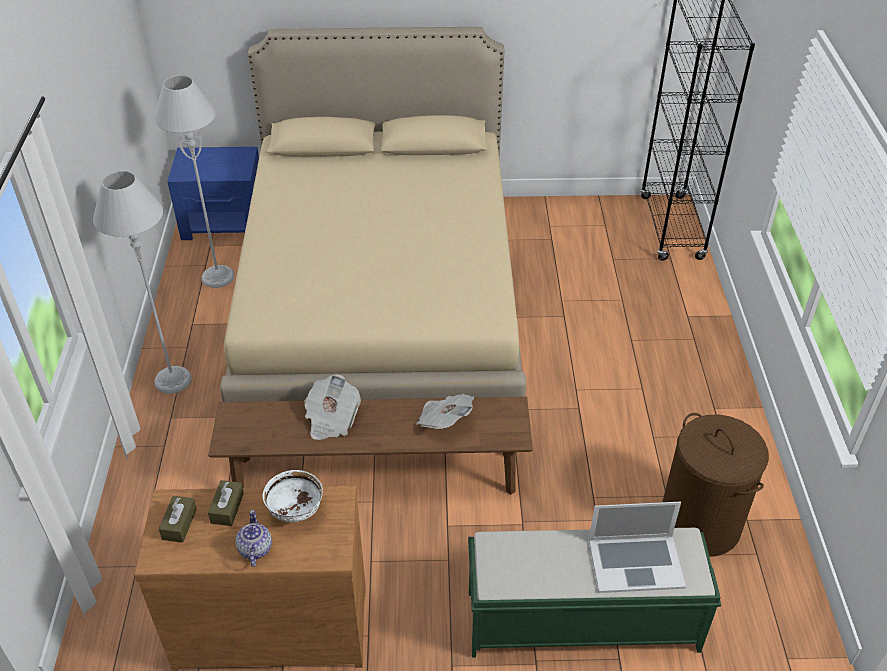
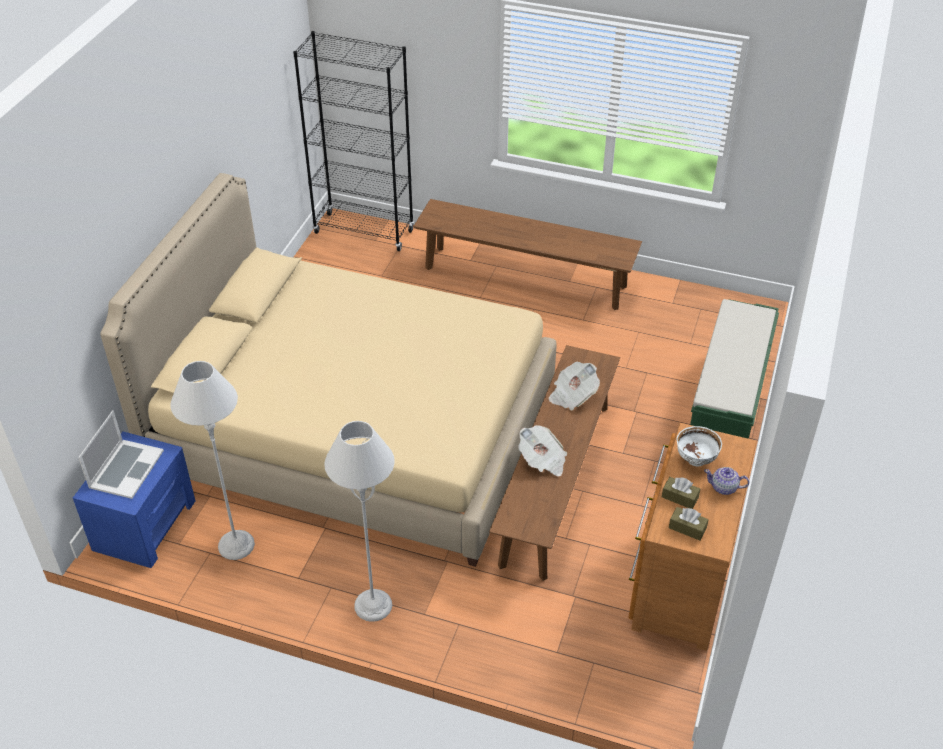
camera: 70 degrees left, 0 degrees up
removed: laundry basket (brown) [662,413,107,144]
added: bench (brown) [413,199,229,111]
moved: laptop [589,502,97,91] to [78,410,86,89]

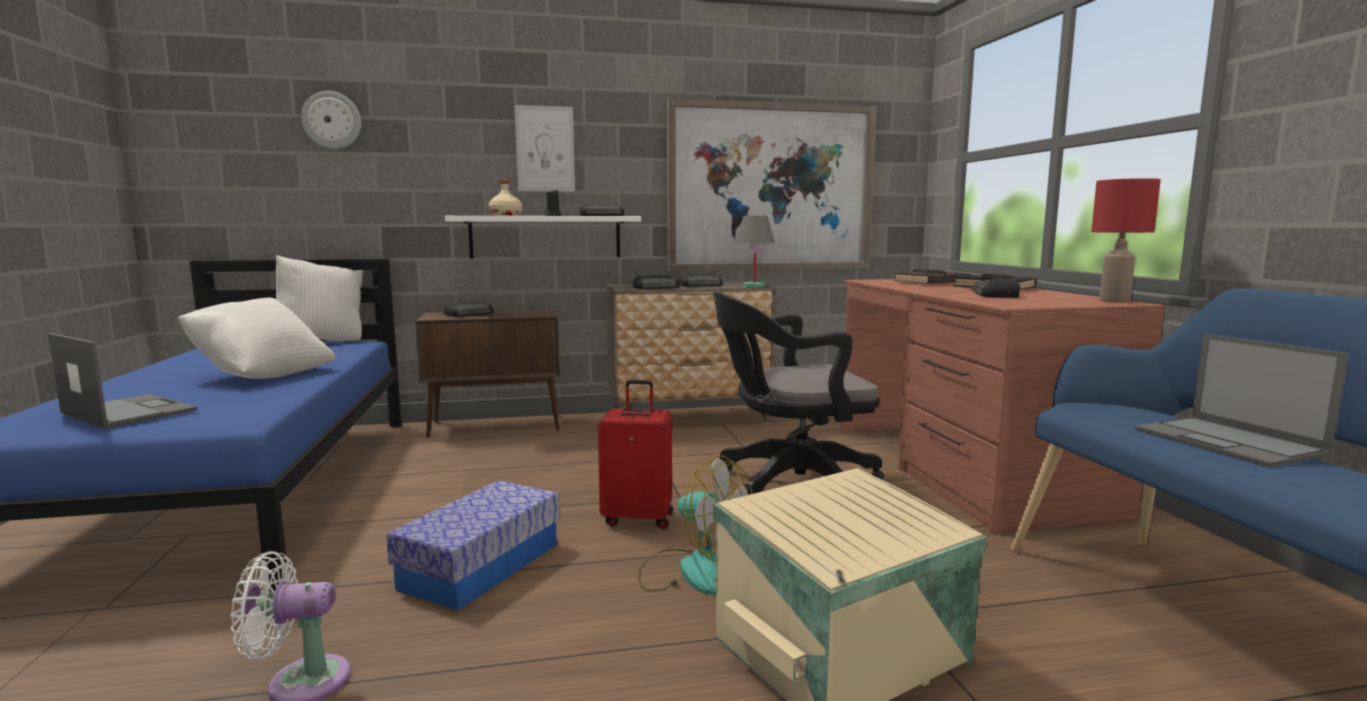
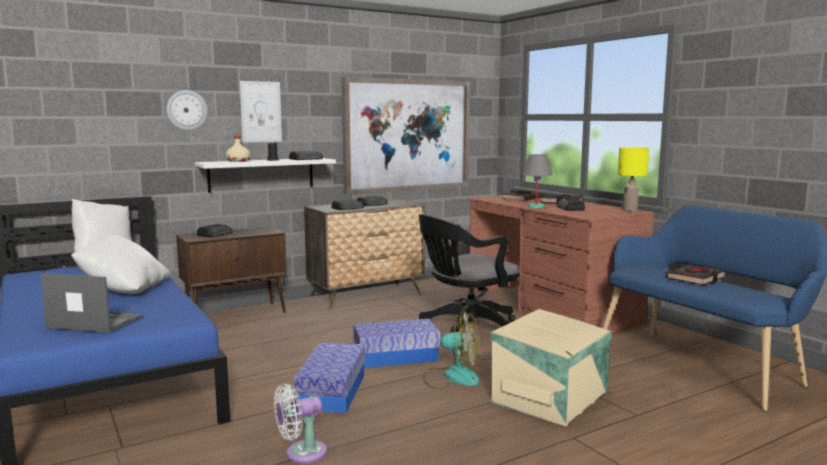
camera: 20 degrees left, 0 degrees up
moved: wall clock [301,91,60,58] to [166,90,42,41]; table lamp (grey) [735,216,40,71] to [522,154,30,54]
replaced: suitcase (red) [598,380,75,149] to storage box [353,319,88,49]; laptop [1135,334,214,133] to book (black) [665,264,60,21]
recoloured: table lamp (red) [1091,178,70,124] to table lamp (yellow) [618,147,31,65]

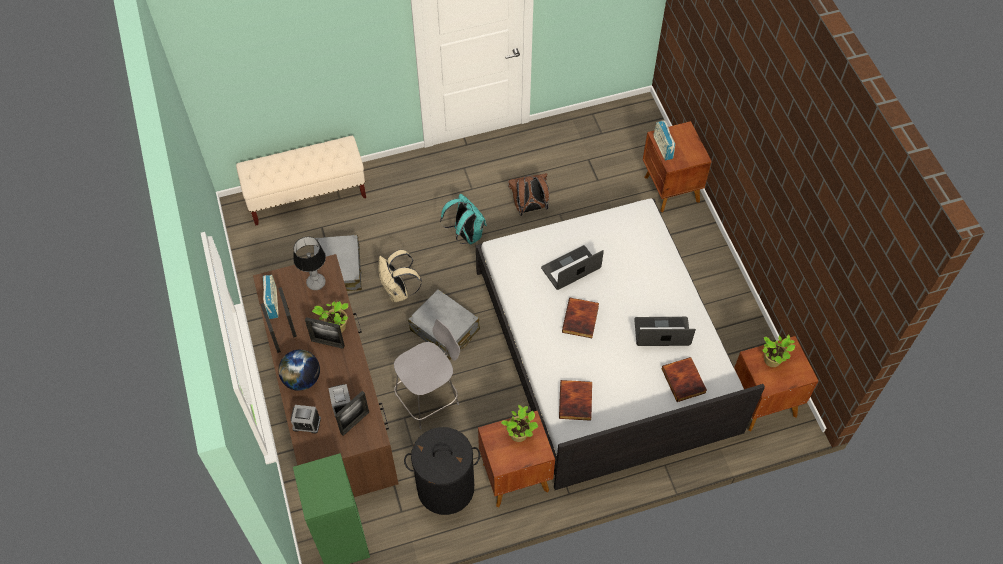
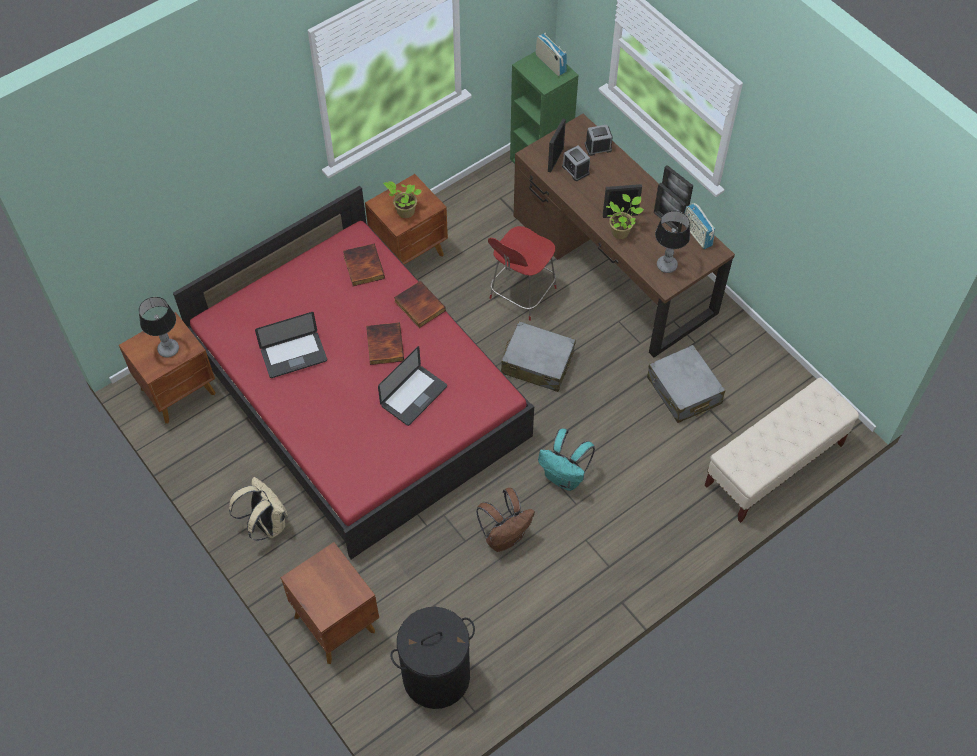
camera: 160 degrees right, 0 degrees up
removed: globe [278,350,42,41]
moved: backpack (beige) [378,250,44,52] to [229,477,59,64]; laundry basket (black) [404,427,76,88] to [390,607,85,102]; radio [653,120,22,40] to [535,33,32,43]; book [662,357,45,45] to [394,281,52,47]
replaced: potted plant [762,335,33,32] to table lamp [139,297,40,61]
recoloured: chair (grey) [394,319,66,110] to chair (red) [488,226,69,95]; bed (white) [476,198,289,292] to bed (red) [173,186,361,373]

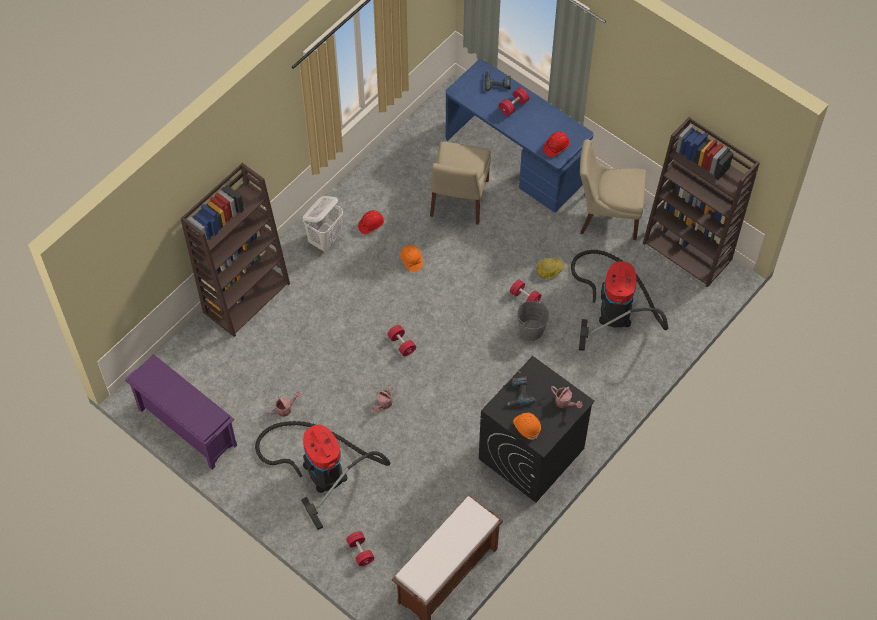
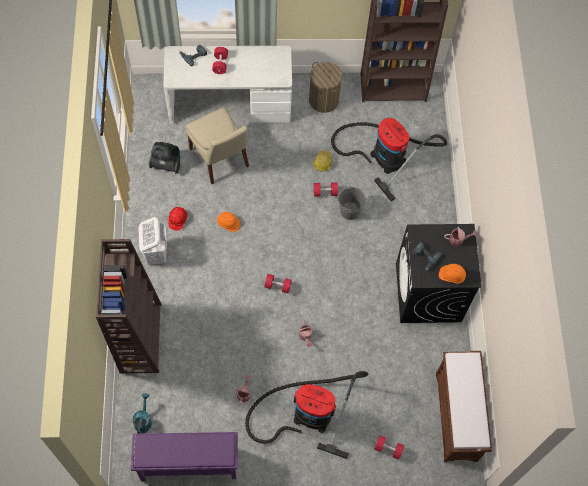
camera: 45 degrees left, 5 degrees up
removed: hard hat (red) [543,131,27,26]
added: watering can (turquoise) [132,393,20,41]; vacuum cleaner [149,142,31,32]
replaced: chair (beige) [580,139,66,101] to laundry basket [309,62,33,51]
recoloured: desk (blue) [446,59,148,153] to desk (white) [163,46,129,79]

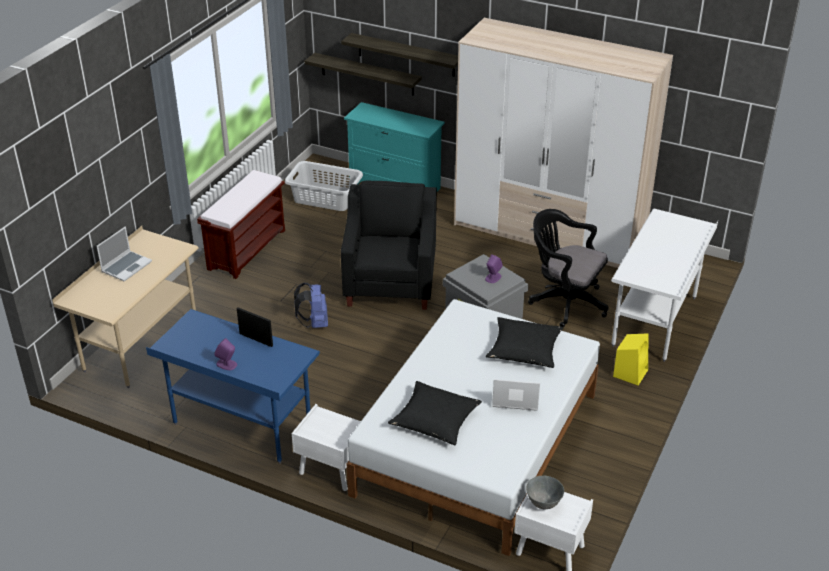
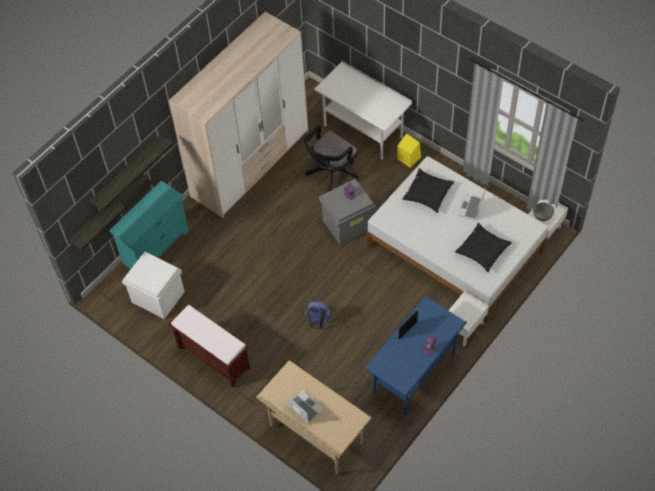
camera: 75 degrees left, 20 degrees up
removed: armchair (black) [341,181,96,129]
replaced: laundry basket (grey) [285,161,78,50] to storage box (white) [122,252,63,67]

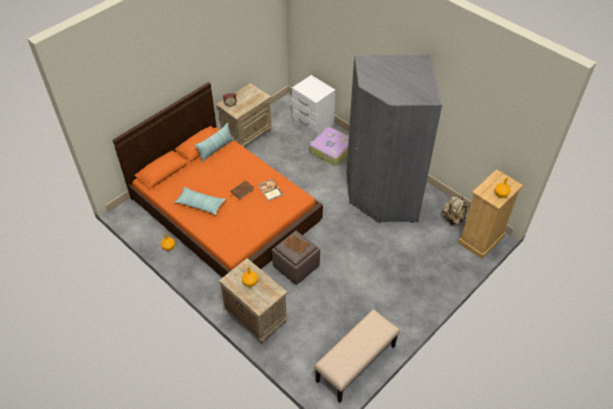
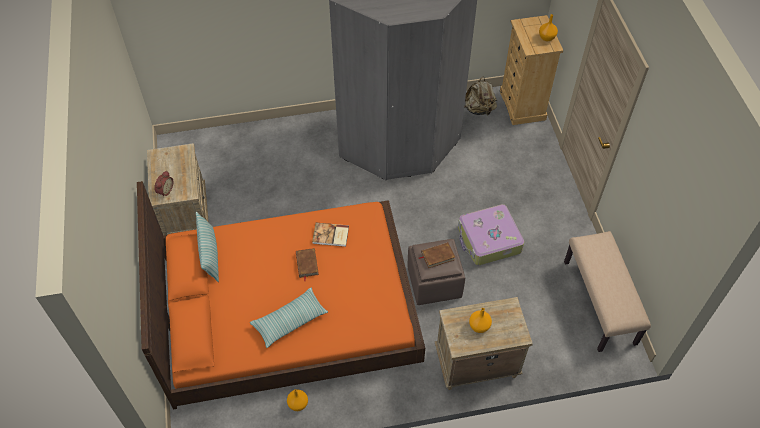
camera: 55 degrees left, 5 degrees up
removed: nightstand (white) [292,75,43,62]
moved: suitcase [310,127,39,39] to [458,204,66,61]

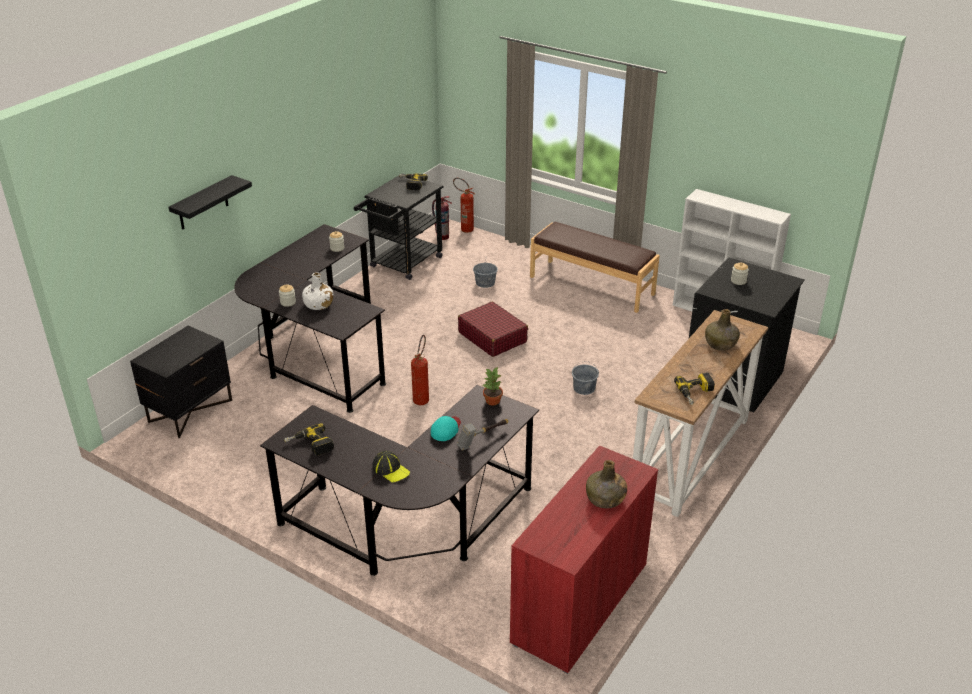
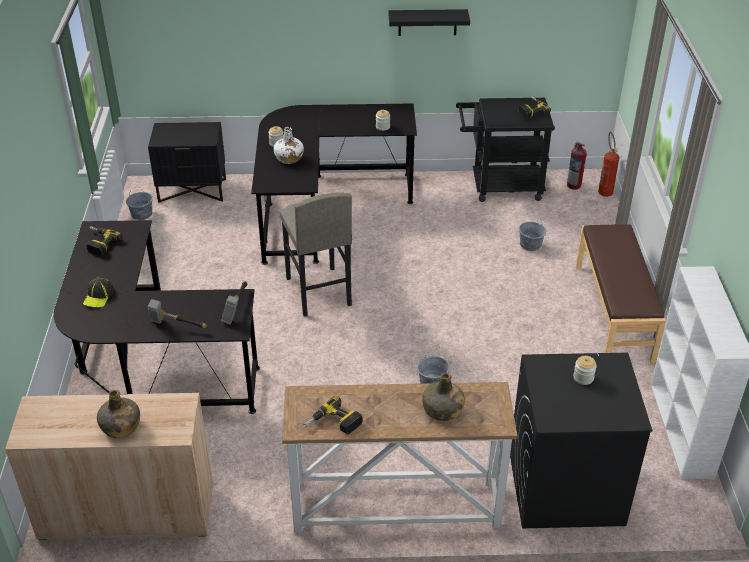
camera: 55 degrees right, 5 degrees up
removed: cap (turquoise) [431,416,30,25]; suitcase (red) [458,302,70,55]
added: bucket (grey) [126,188,27,32]
moved: shelf (black) [169,175,83,55] to [388,9,82,27]
replaced: fire extinguisher [411,335,18,70] to stool (grey) [280,193,72,124]; potted plant [483,367,20,38] to hammer [221,281,27,44]
recoloured: cabinet (red) [510,445,148,229] to cabinet (beige) [5,393,208,147]

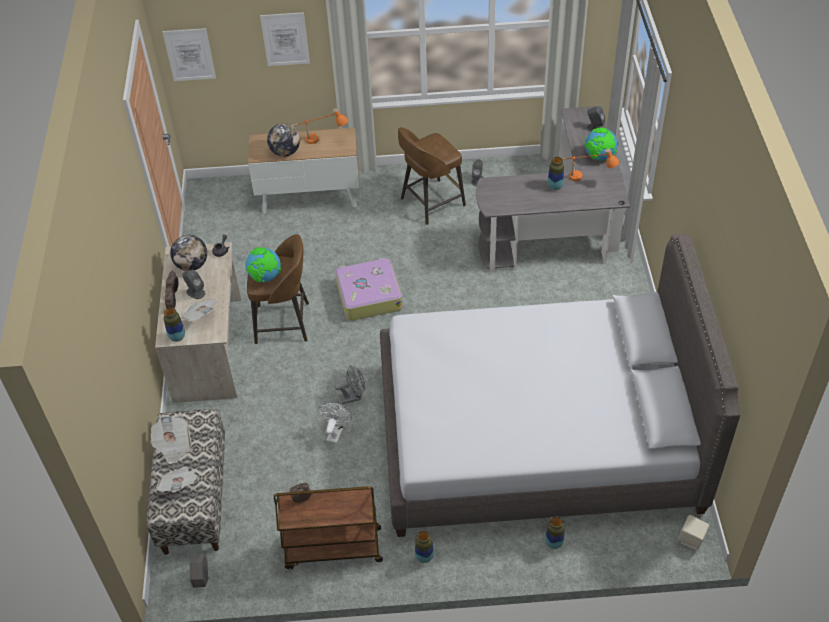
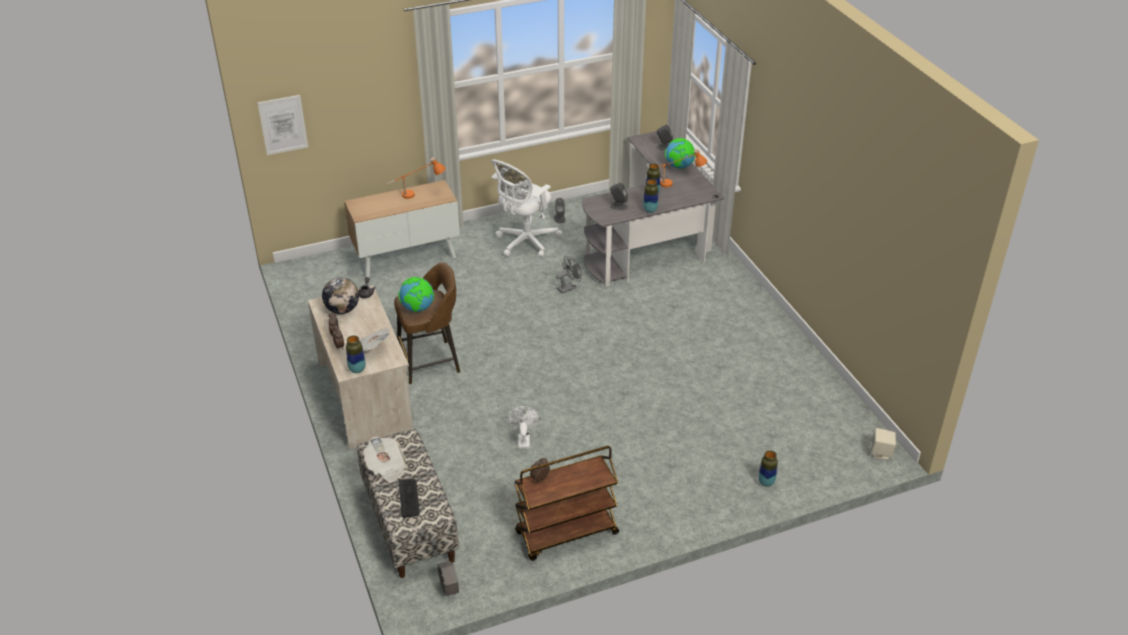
camera: 20 degrees left, 10 degrees down
removed: picture [260,12,50,54]; globe [267,123,33,34]; suitcase [335,258,68,63]; bed (grey) [380,234,361,303]
moved: speaker (grey) [182,270,24,29] to [610,183,18,27]; fan (grey) [335,365,30,39] to [556,256,26,38]; vase [415,531,19,32] to [643,179,15,34]
replaced: newspaper [156,466,42,26] to keyboard [399,479,21,39]; stool (brown) [398,127,68,98] to office chair (white) [491,160,72,97]

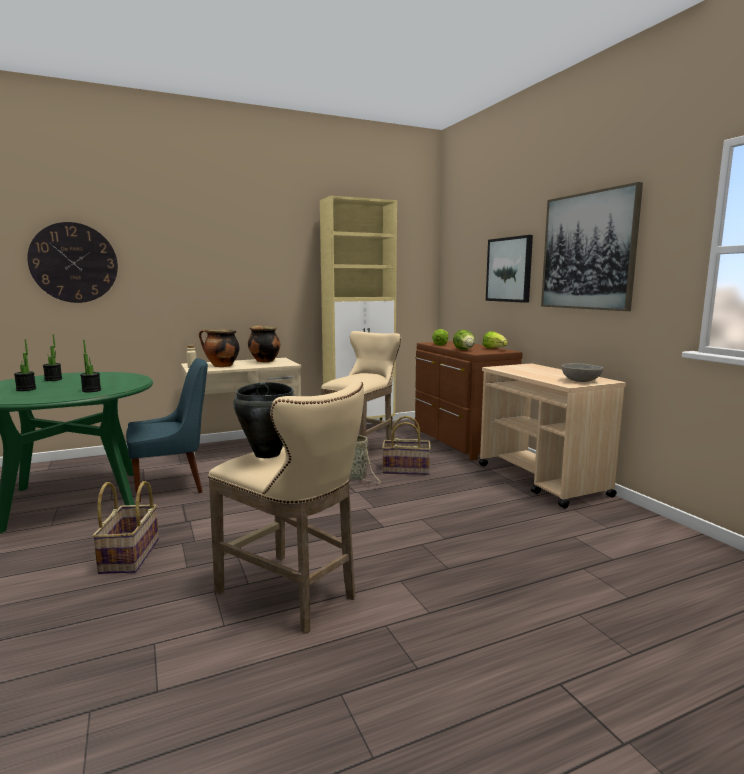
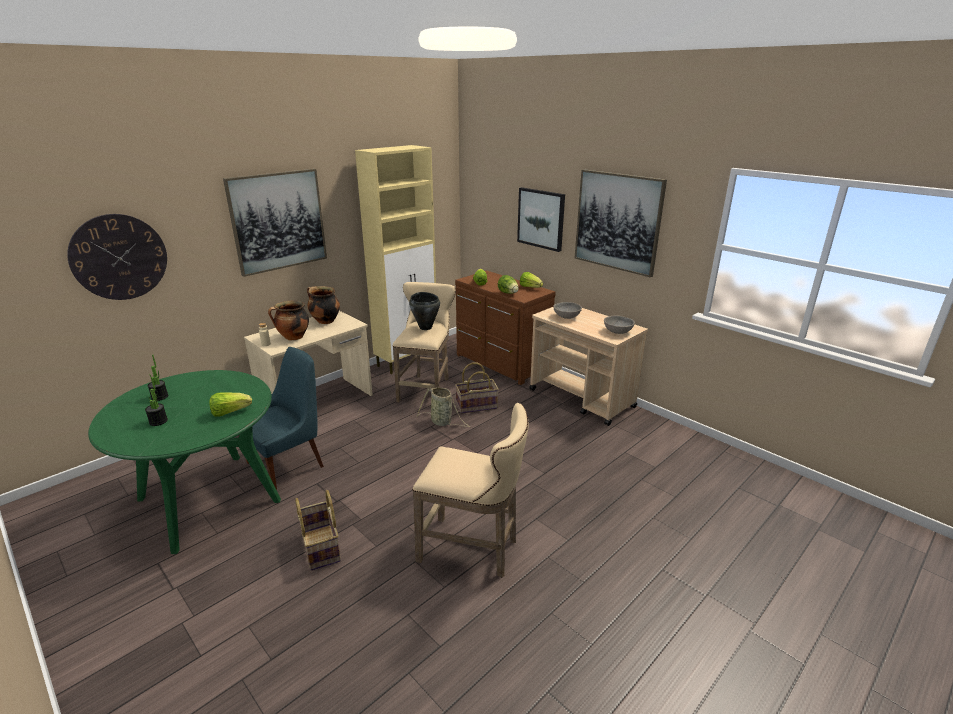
camera: 20 degrees left, 15 degrees up
added: picture [223,169,104,108]; bowl (grey) [553,302,29,17]
moved: cooking pot (black) [233,382,62,76] to [409,292,31,38]
replaced: potted plant [80,340,21,52] to lettuce [209,392,43,25]

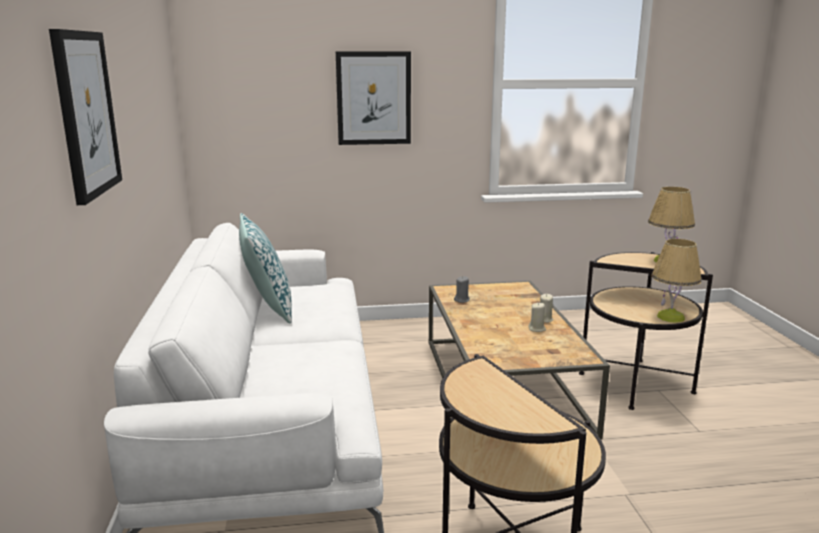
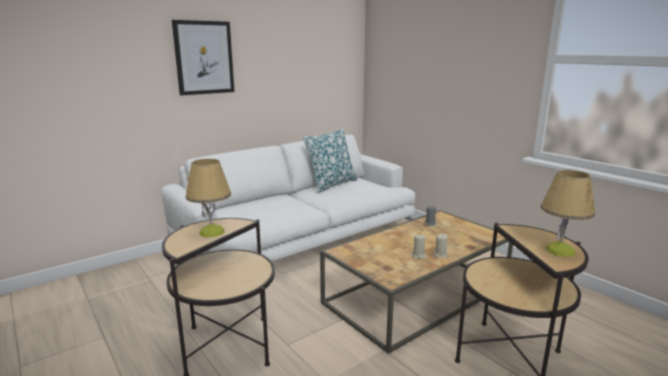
camera: 60 degrees right, 0 degrees up
removed: picture [336,51,75,94]
moved: table lamp [652,239,50,84] to [186,158,45,79]

